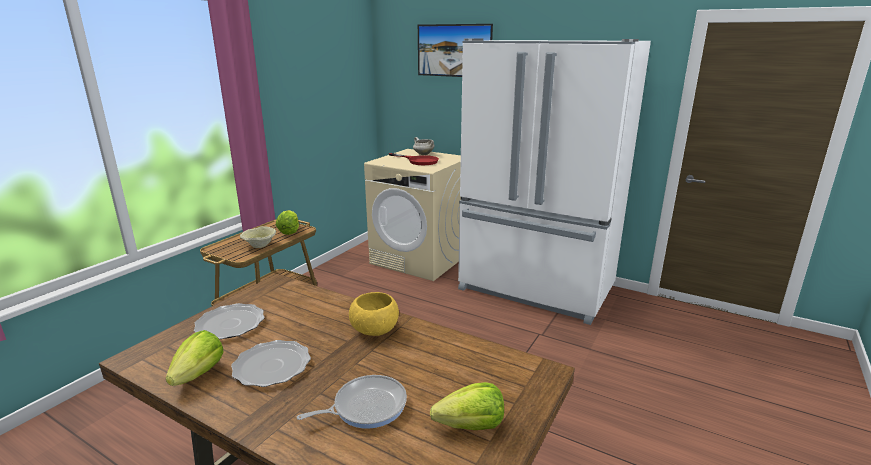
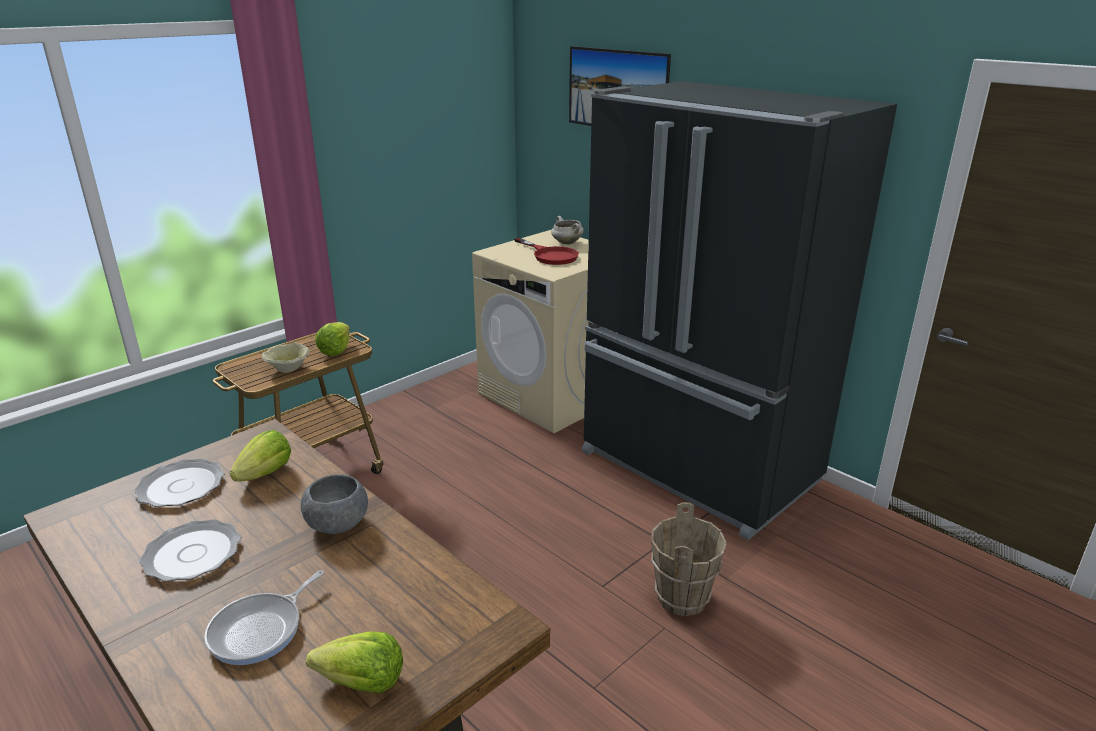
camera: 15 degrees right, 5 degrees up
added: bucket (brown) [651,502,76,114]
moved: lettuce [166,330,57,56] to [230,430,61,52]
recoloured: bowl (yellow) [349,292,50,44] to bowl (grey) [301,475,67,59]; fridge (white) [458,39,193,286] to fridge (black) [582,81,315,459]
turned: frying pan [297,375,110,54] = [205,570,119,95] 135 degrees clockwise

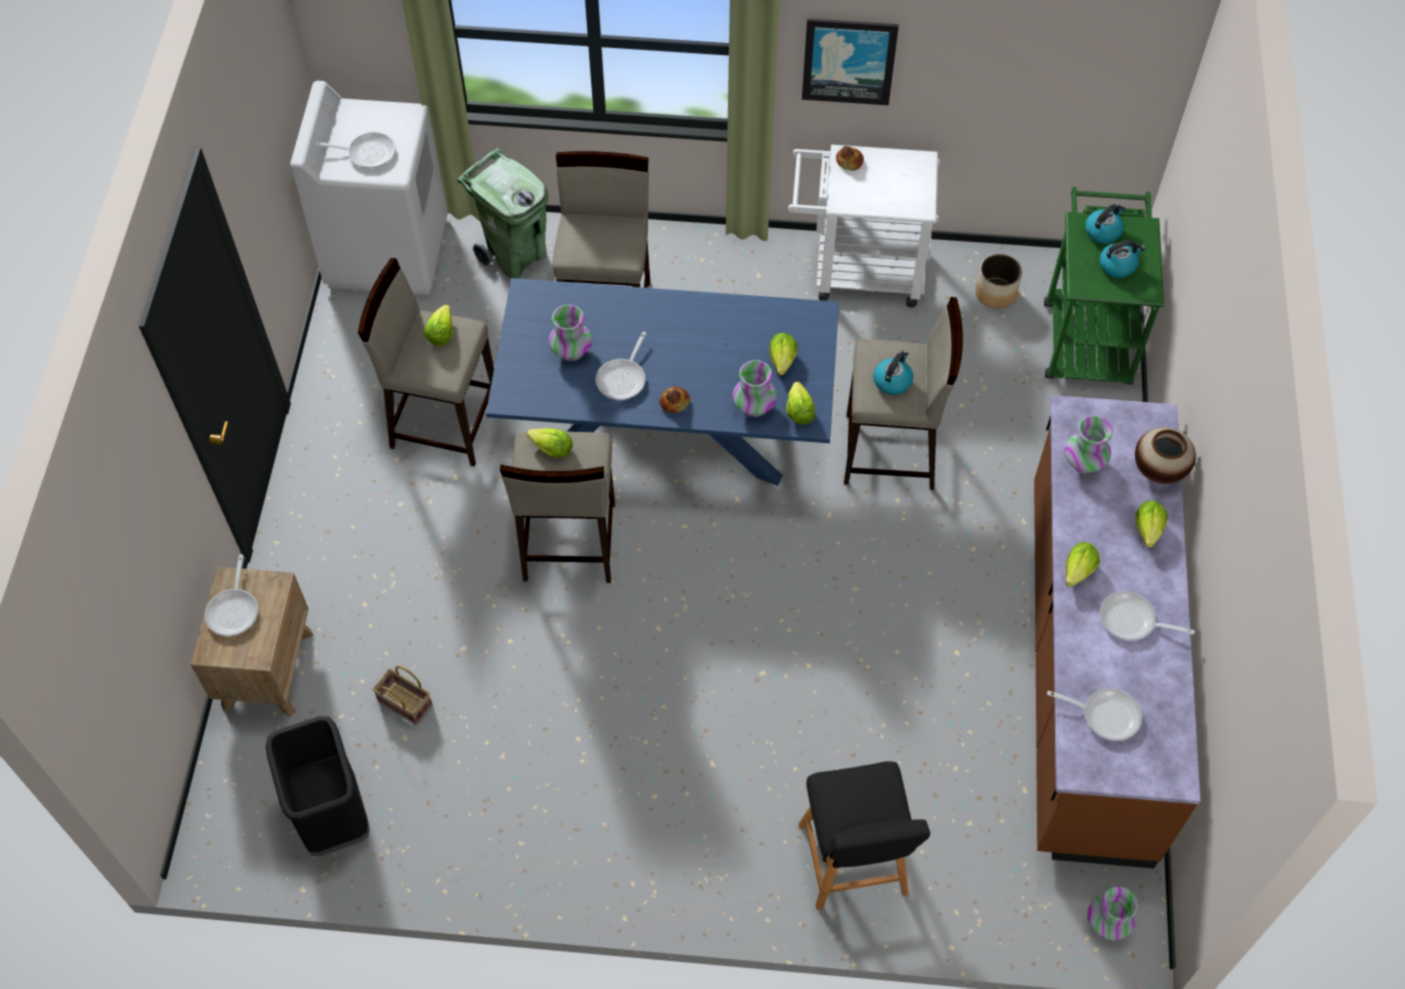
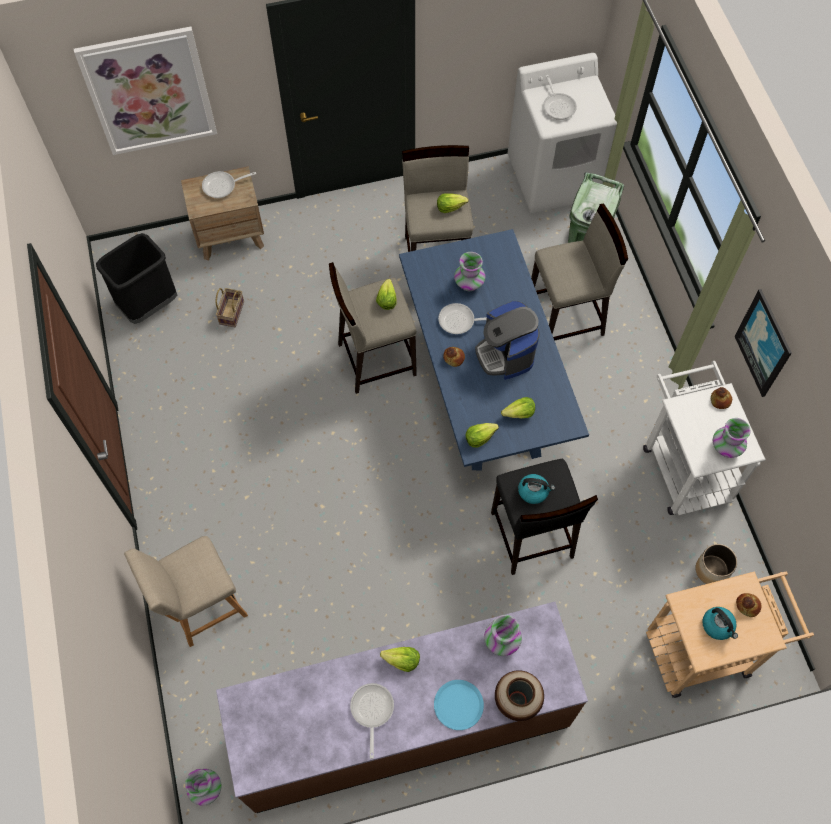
camera: 70 degrees right, 5 degrees up
removed: frying pan [1047,688,95,53]
added: picture [74,27,143,128]; coffee machine [475,301,65,79]
moved: vase [733,360,44,57] to [713,418,38,40]
replaced: kettle [1085,204,40,40] to bread [736,593,26,24]; lettuce [1135,501,32,46] to plate (blue) [434,680,50,50]
recoloured: chair (black) [798,761,132,149] to chair (beige) [124,536,124,111]; stool (beige) [844,297,119,193] to stool (black) [491,458,107,117]; cart (green) [1044,187,120,198] to cart (beige) [646,571,168,127]

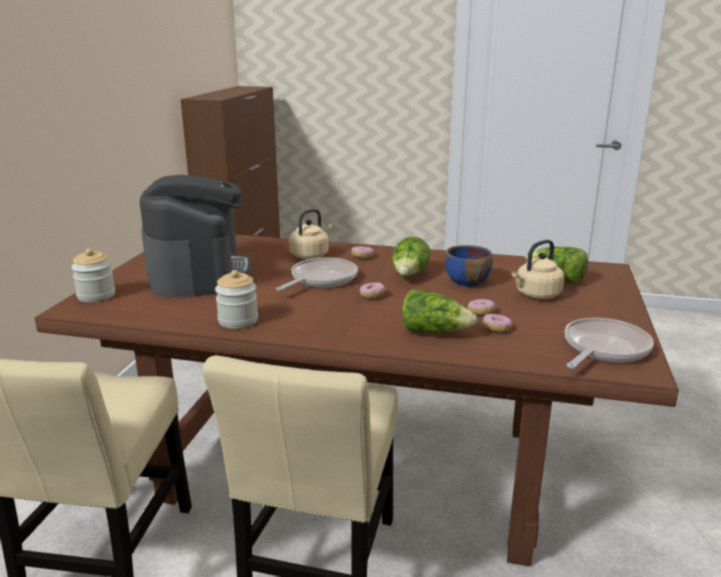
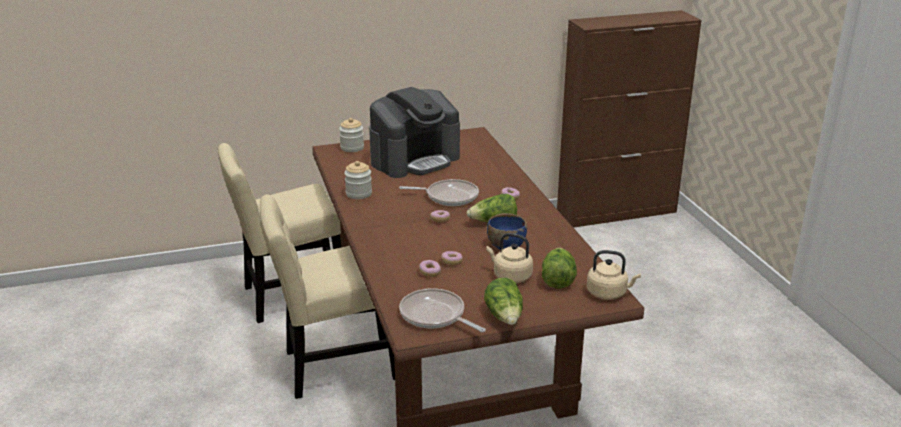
camera: 60 degrees right, 5 degrees up
moved: kettle (beige) [289,209,44,50] to [587,250,54,50]; lettuce [401,289,76,44] to [484,278,39,47]
turned: frying pan [565,318,89,51] = [399,288,87,44] 150 degrees counterclockwise

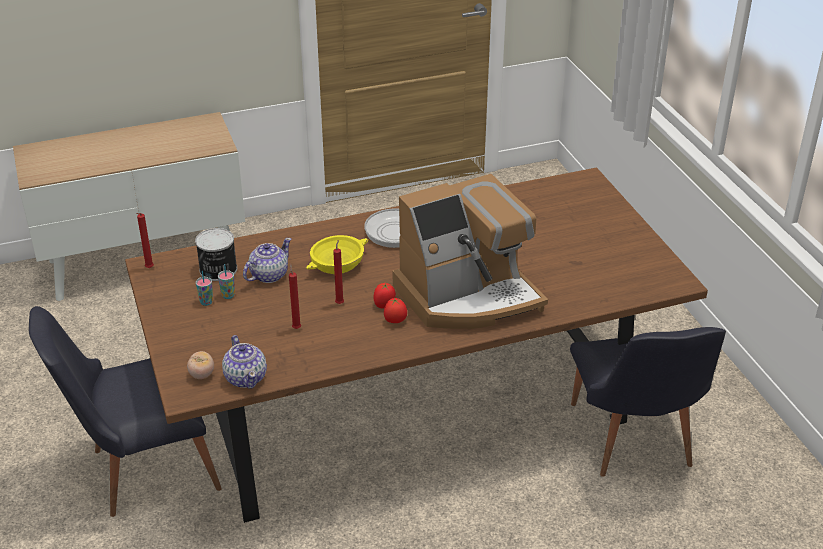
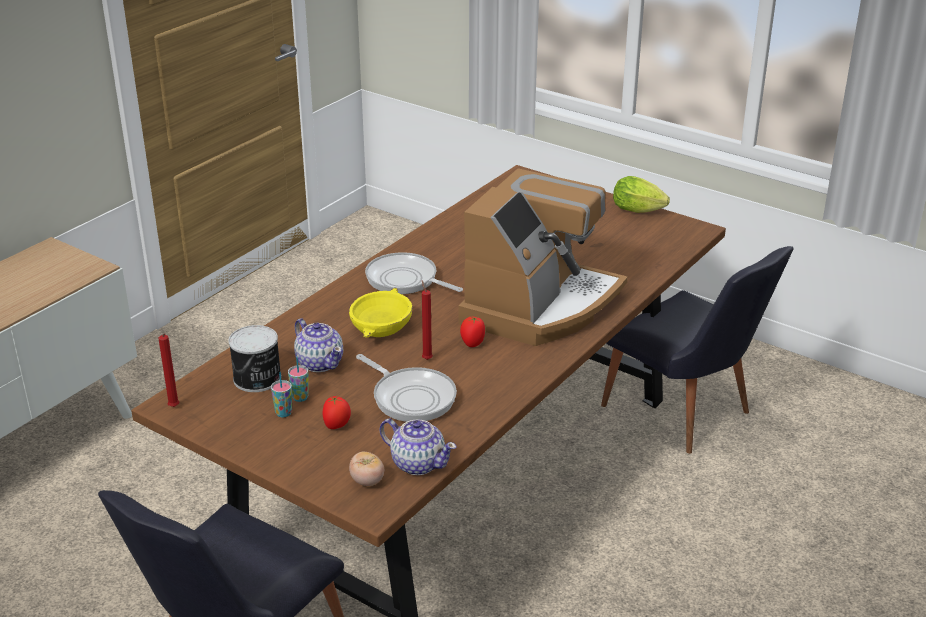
camera: 35 degrees left, 5 degrees down
added: lettuce [613,176,57,37]
moved: tomato [384,298,23,25] to [323,396,28,33]
replaced: candle (red) [289,264,12,65] to frying pan [356,354,101,68]
turned: teapot [243,238,48,45] = [294,318,49,54] 135 degrees clockwise

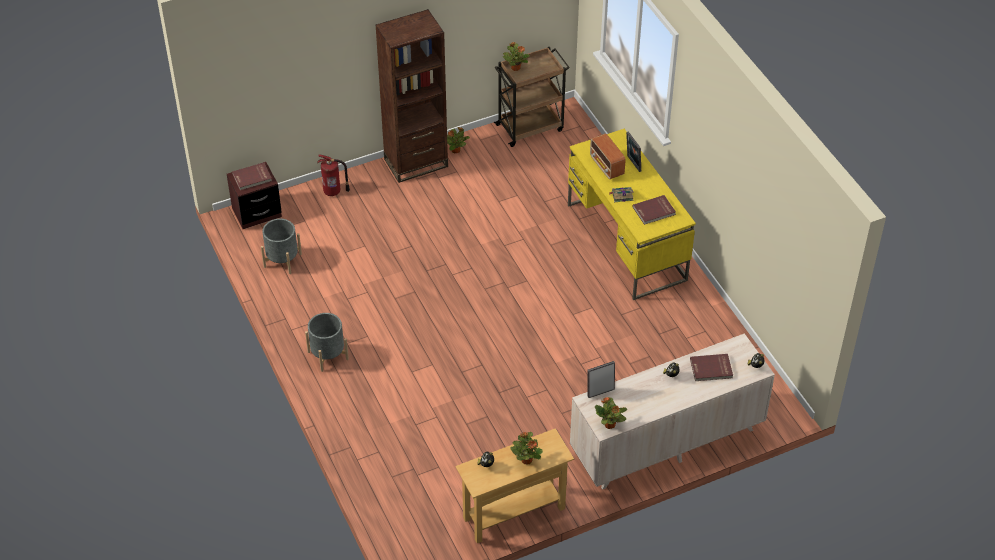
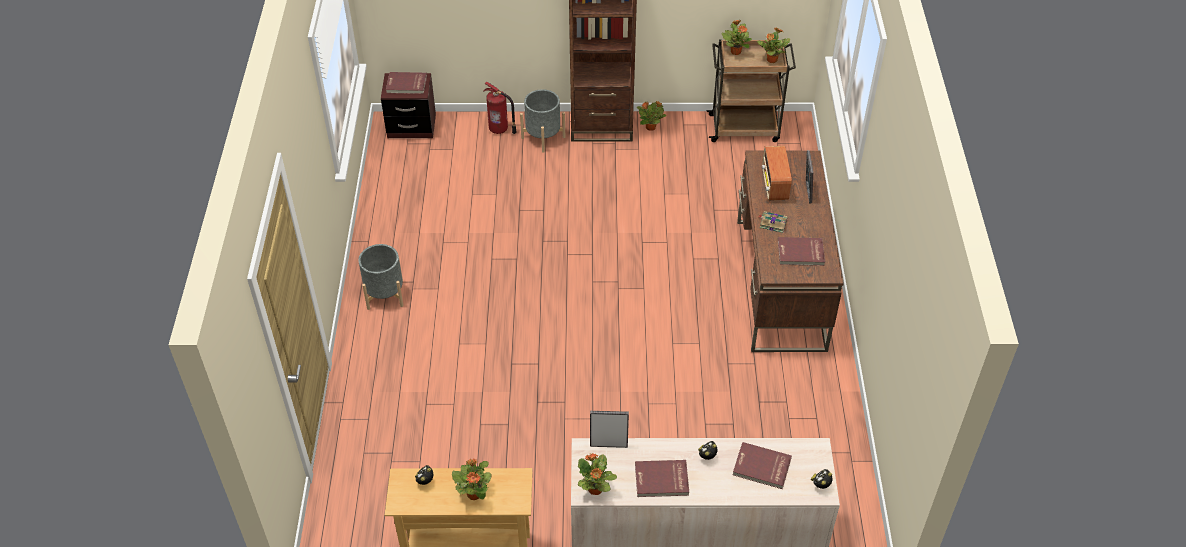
camera: 25 degrees right, 0 degrees up
added: book (red) [635,460,54,37]; potted plant [757,28,33,35]
moved: planter (grey) [261,219,41,55] to [520,89,45,64]
recoloured: desk (yellow) [568,129,128,171] to desk (brown) [737,151,107,201]

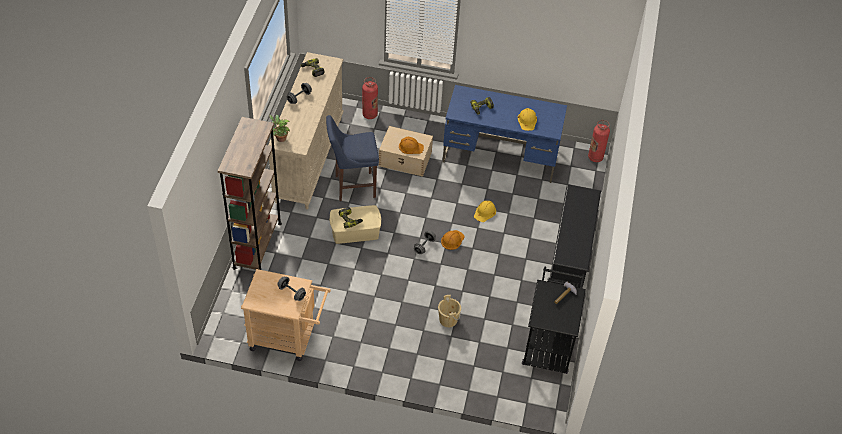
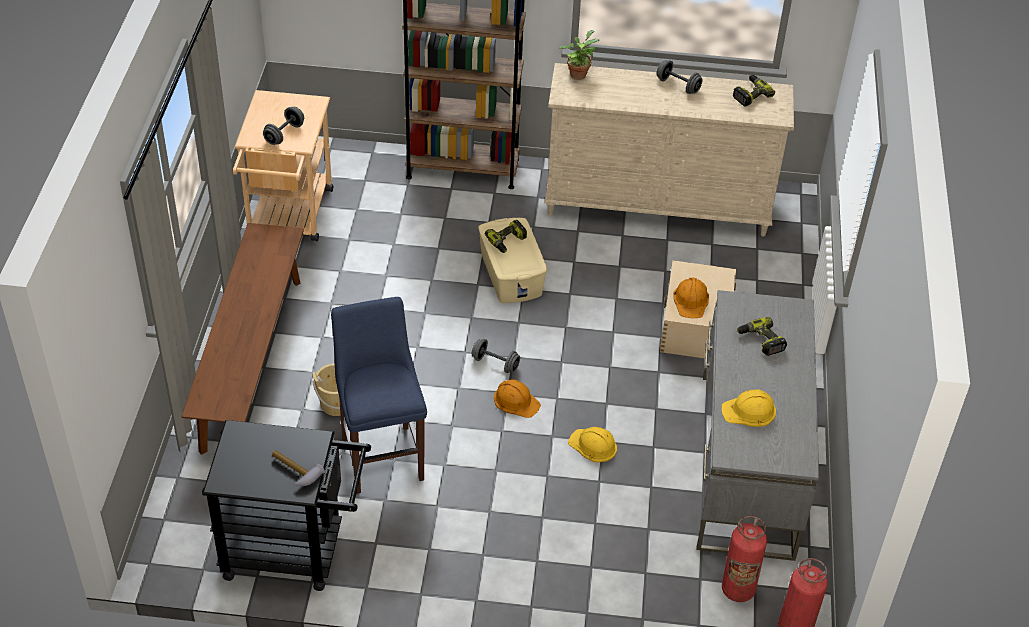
camera: 85 degrees right, 5 degrees down
removed: shoe rack (black) [551,184,50,104]
added: bench (brown) [181,223,123,232]
moved: stool (blue) [326,115,53,86] to [331,297,96,197]; fire extinguisher [362,77,16,42] to [722,516,45,86]
recoloured: desk (blue) [443,85,124,98] to desk (grey) [696,290,123,271]

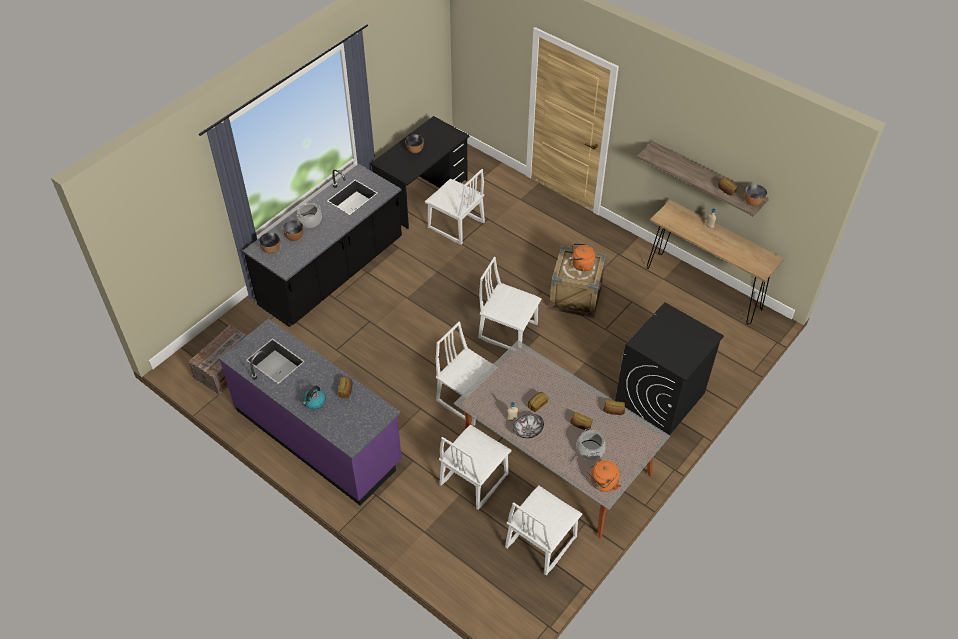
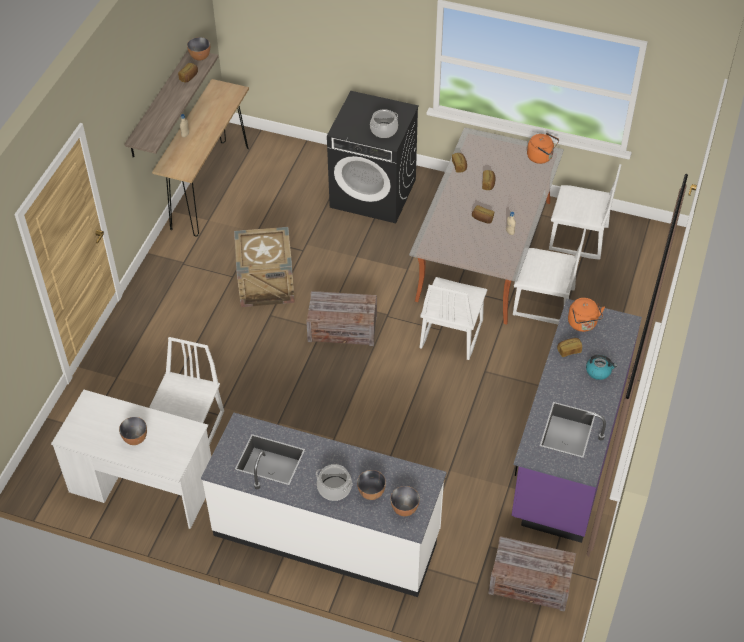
camera: 110 degrees left, 0 degrees up
removed: bowl [513,414,31,24]
moved: kettle (orange) [571,243,25,29] to [568,298,37,34]; cooking pot [576,428,30,32] to [370,109,28,29]
replaced: chair (white) [478,257,63,92] to crate [306,291,71,55]
recoloured: counter (black) [243,164,159,163] to counter (white) [201,412,246,185]; desk (black) [371,116,99,113] to desk (white) [51,389,160,140]

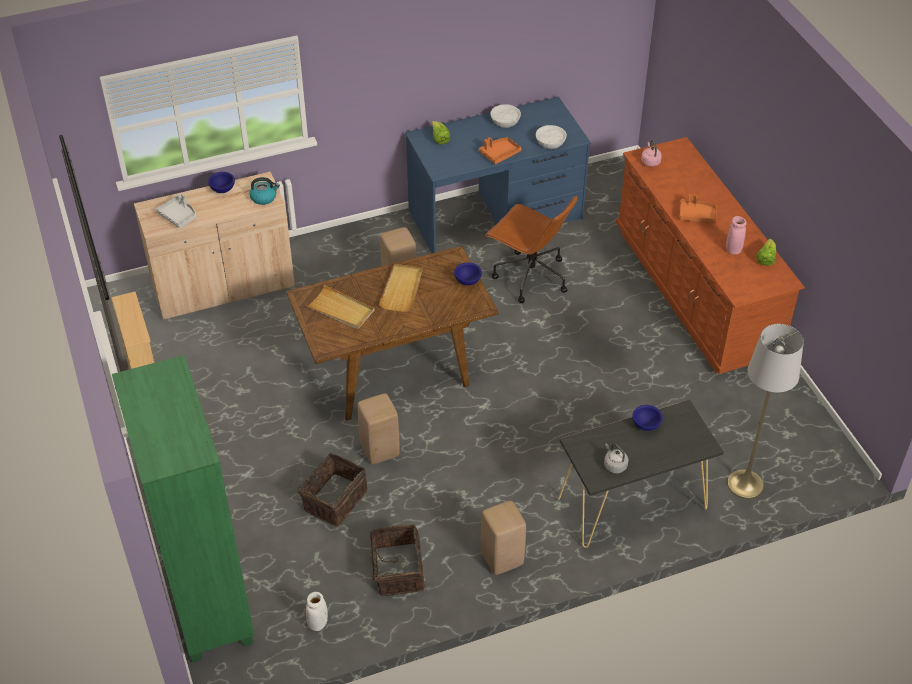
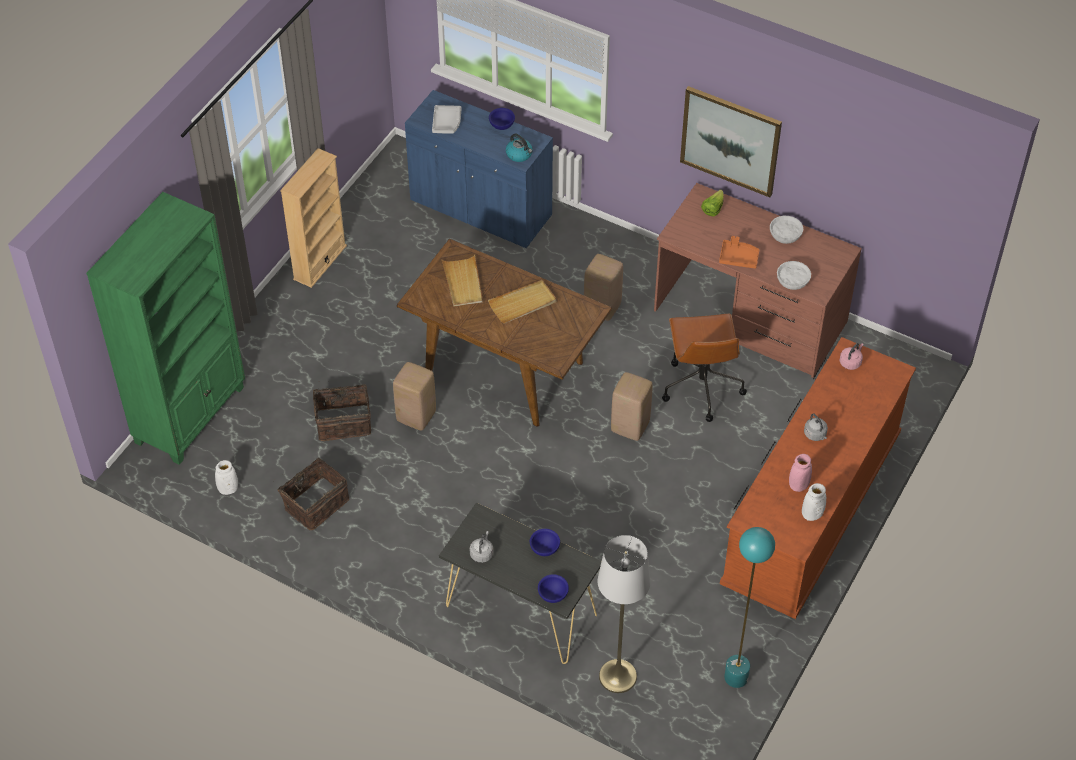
camera: 50 degrees right, 5 degrees up
added: picture [680,86,102,111]; floor lamp (turquoise) [724,527,51,161]
moved: bowl (blue) [454,262,28,24] to [538,574,31,29]; stool (beige) [481,501,45,74] to [611,372,42,69]
replaced: tray (orange) [680,194,37,29] to kettle (grey) [804,413,24,28]; lettuce [756,238,20,28] to vase (white) [802,483,24,38]
recoloured: cabinet (beige) [134,172,161,148] to cabinet (blue) [405,90,148,158]; desk (blue) [405,97,186,156] to desk (brown) [654,183,208,195]

